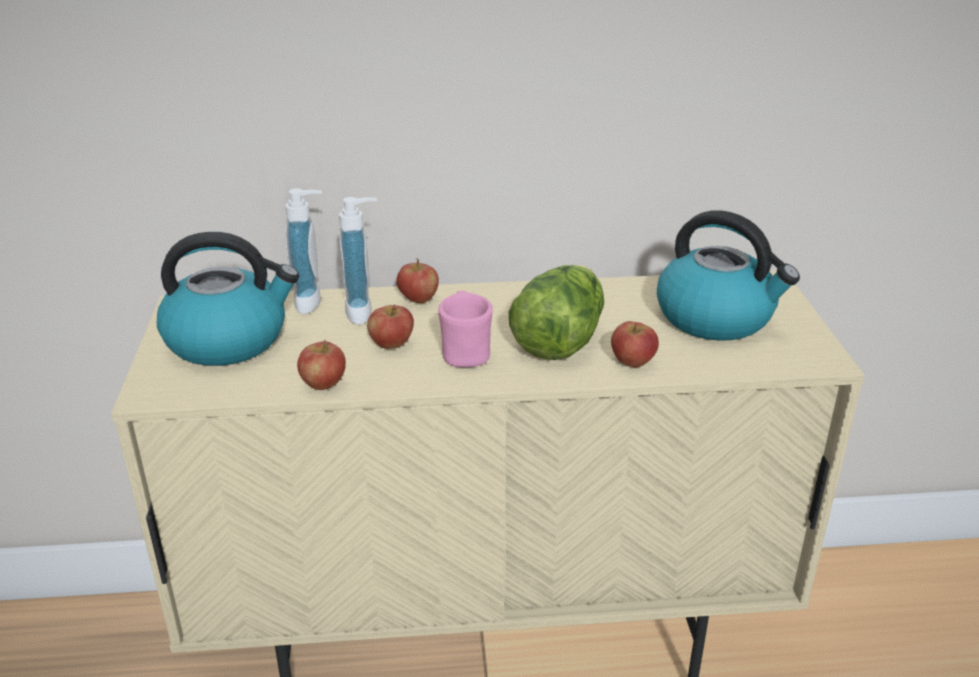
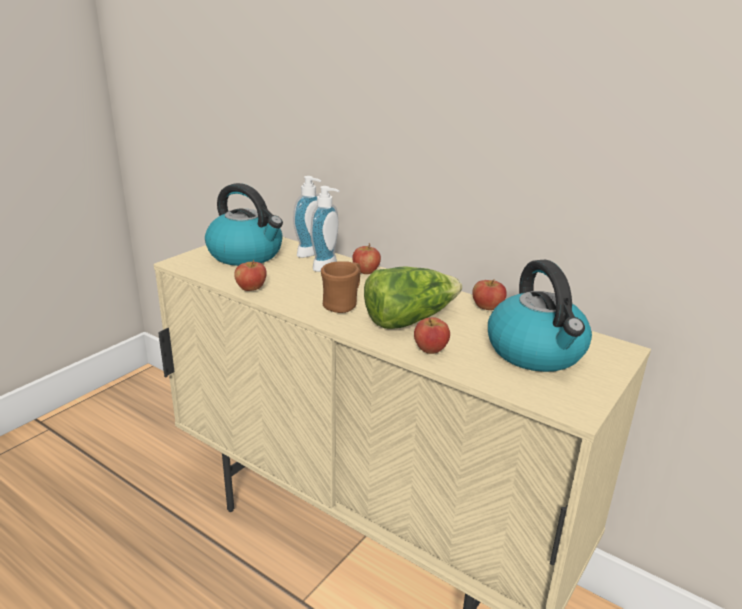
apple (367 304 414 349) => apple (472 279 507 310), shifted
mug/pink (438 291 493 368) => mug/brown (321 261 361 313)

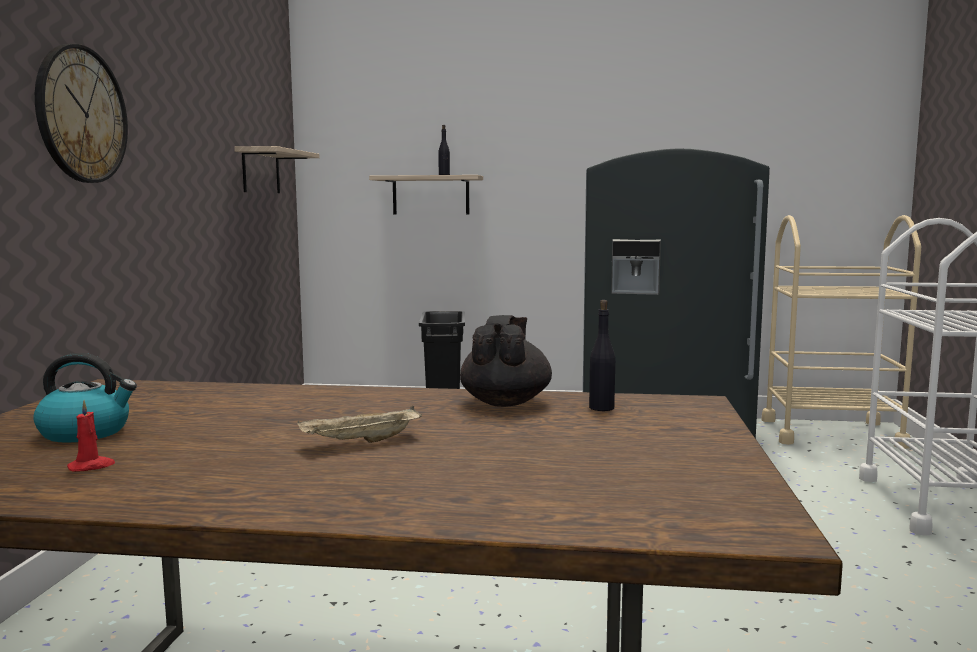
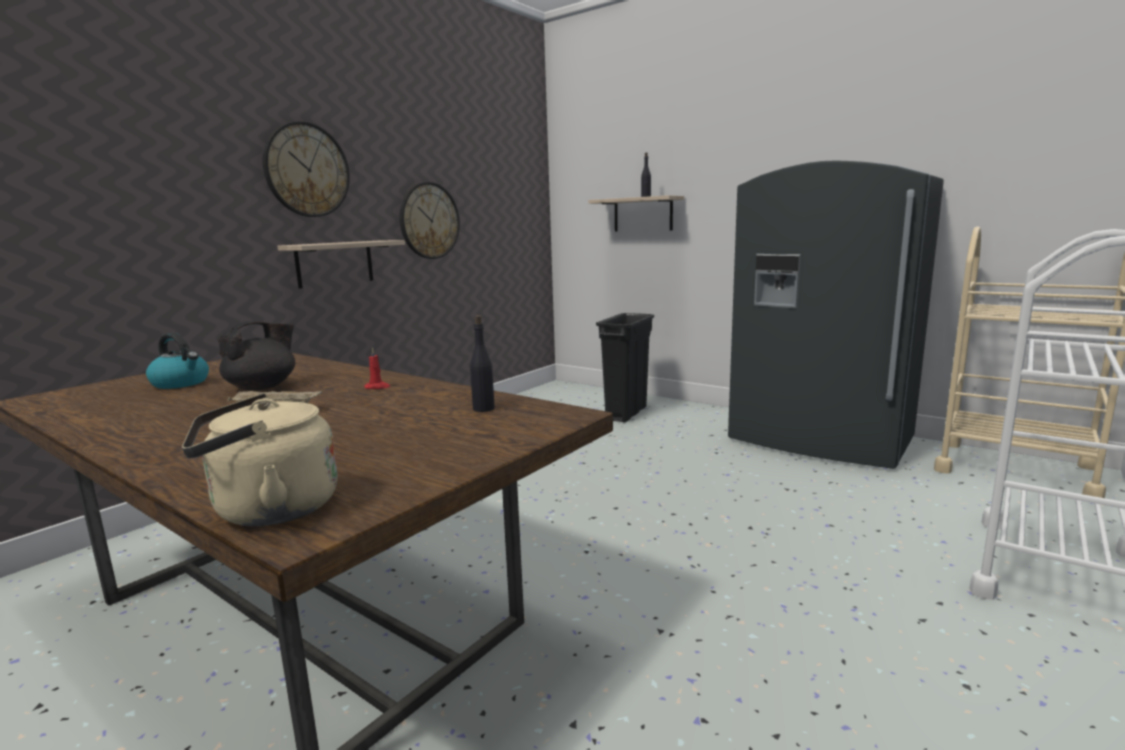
candle/red (67 400 115 472) => candle/red (364 348 391 389), shifted
shelf (234 146 320 193) => shelf (278 240 405 289), shifted
teapot/black (460 315 552 407) => teapot/black (218 321 295 390), shifted
nothing => kettle/beige (182 394 338 526)
nothing => wall clock (400 182 460 259)

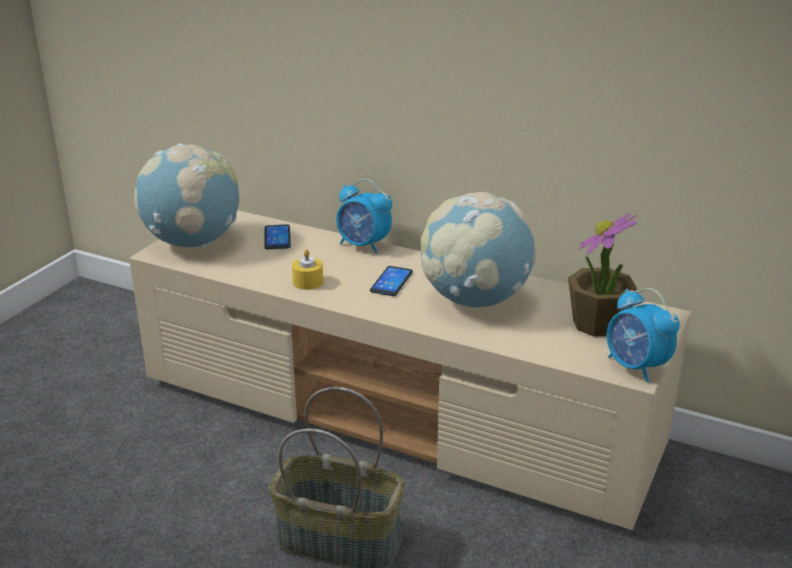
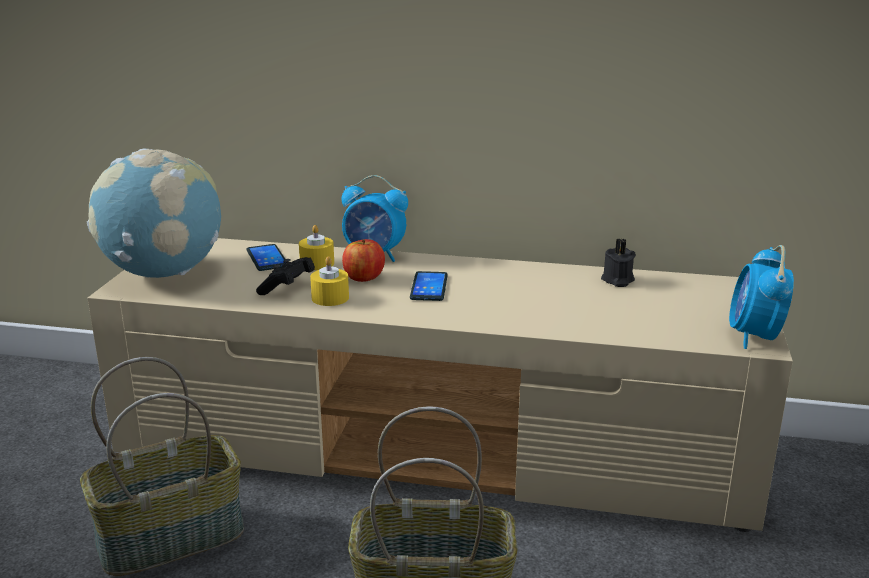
globe (421 192 537 308) => nothing
potted plant (568 214 637 337) => nothing
alarm clock (607 288 680 382) => alarm clock (729 245 794 349), 60 degrees clockwise
nothing => basket (80 357 244 576)
nothing => game controller/black (256 257 315 295)
nothing => candle/yellow (299 225 334 270)
nothing => apple (342 239 385 282)
nothing => candle/black (601 238 636 287)

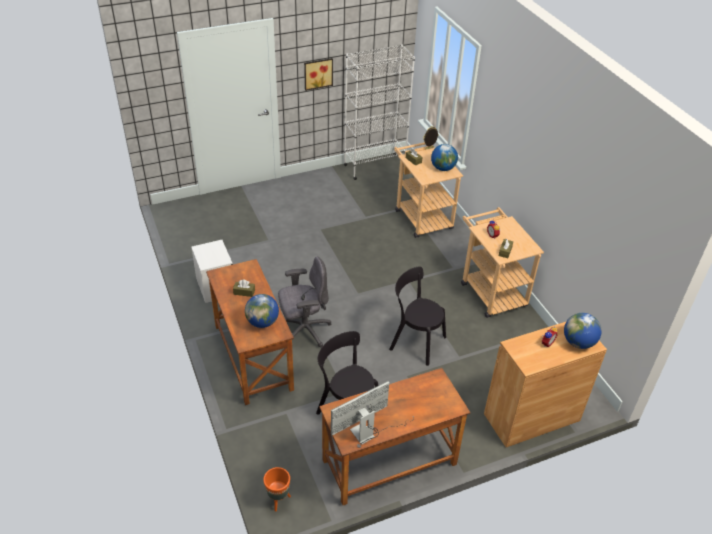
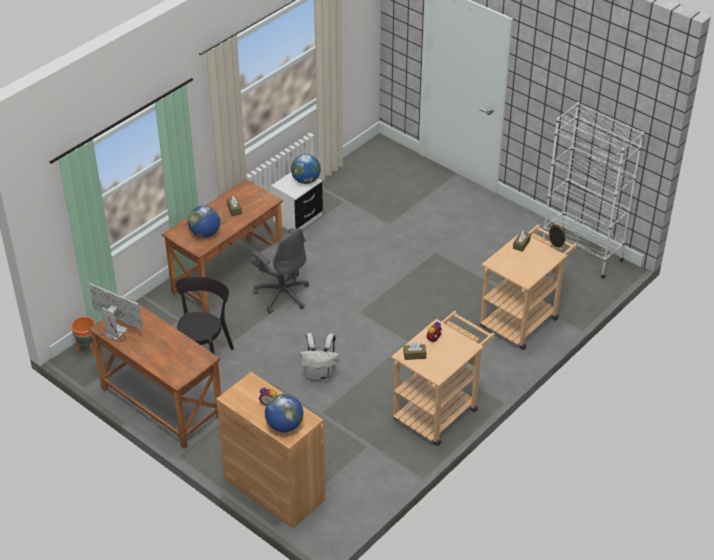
picture (304 58 333 91) => nothing
chair/black (389 267 446 366) => backpack/white (300 333 339 381)
globe (431 144 458 171) => globe (291 154 321 184), shifted

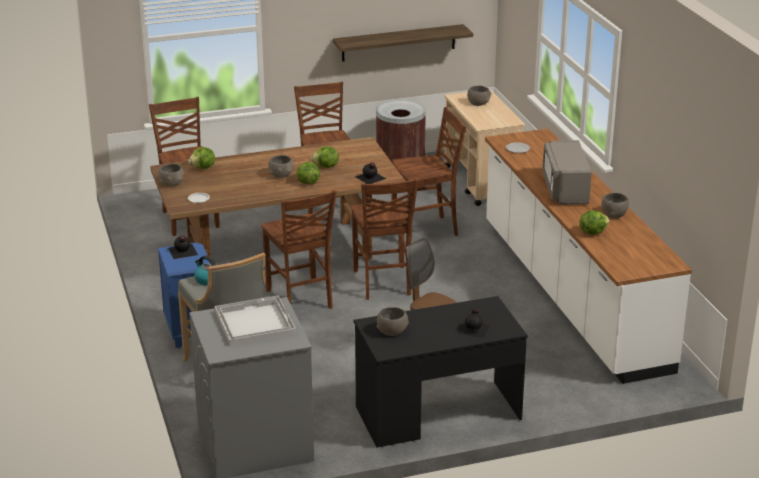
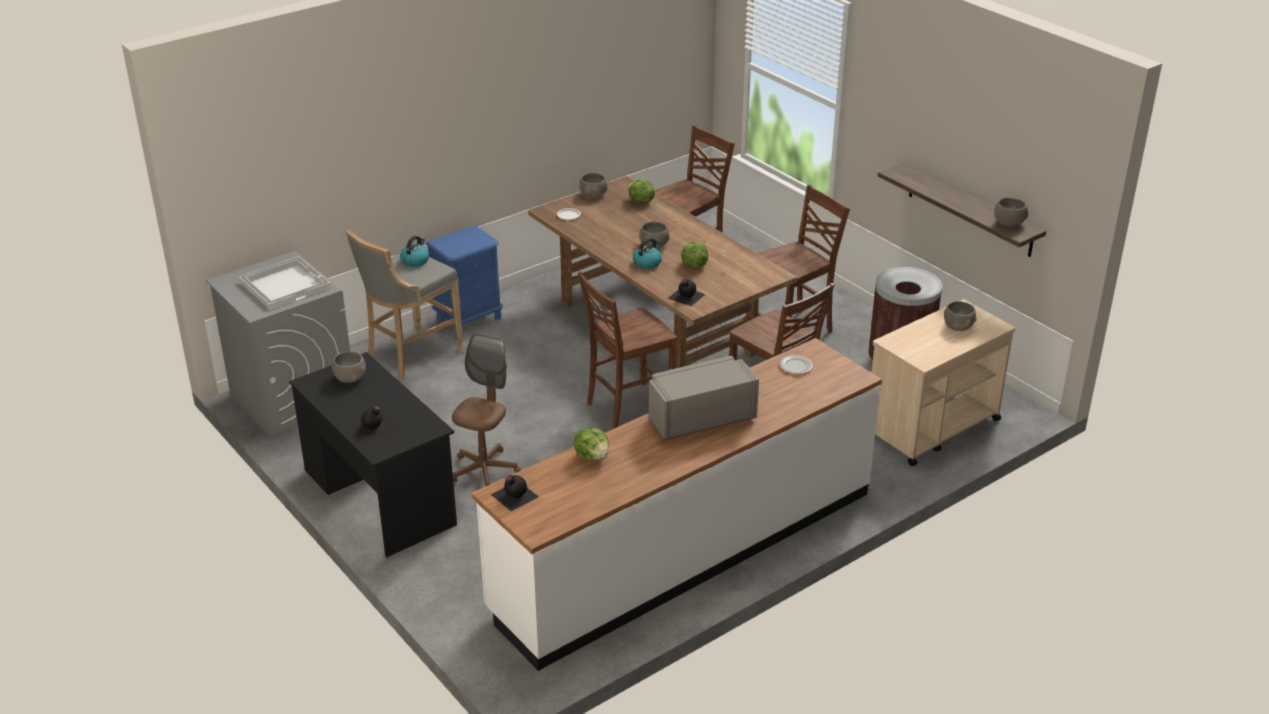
bottle/black (168 236 198 259) => bottle/black (490 475 539 511), shifted
chair/brown (261 190 337 309) => nothing
lettuce (296 162 320 184) => kettle (633 238 662 269)
bowl/grey (601 193 629 218) => bowl/grey (994 198 1028 227), shifted

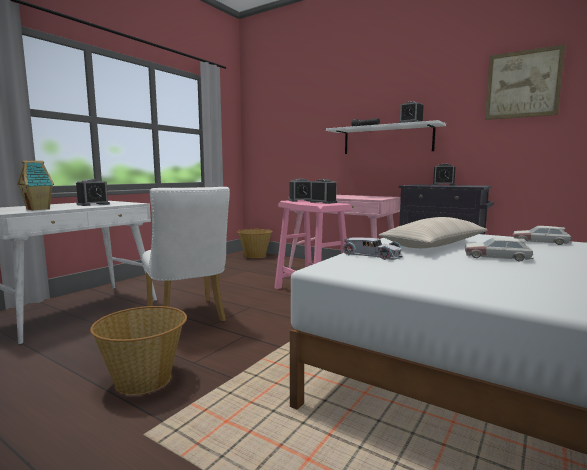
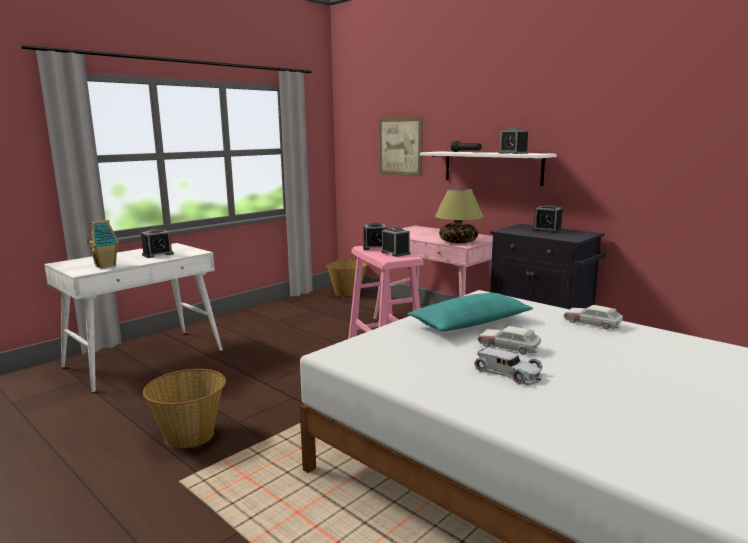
chair/white (142 187 230 322) => nothing
toy car/white (343 238 403 260) => toy car/white (474 347 543 385), shifted
pillow/beige (379 217 488 248) => pillow/turquoise (408 293 533 331)
picture (485 44 565 120) => picture (379 117 423 176), shifted
nothing => table lamp (435 189 484 243)

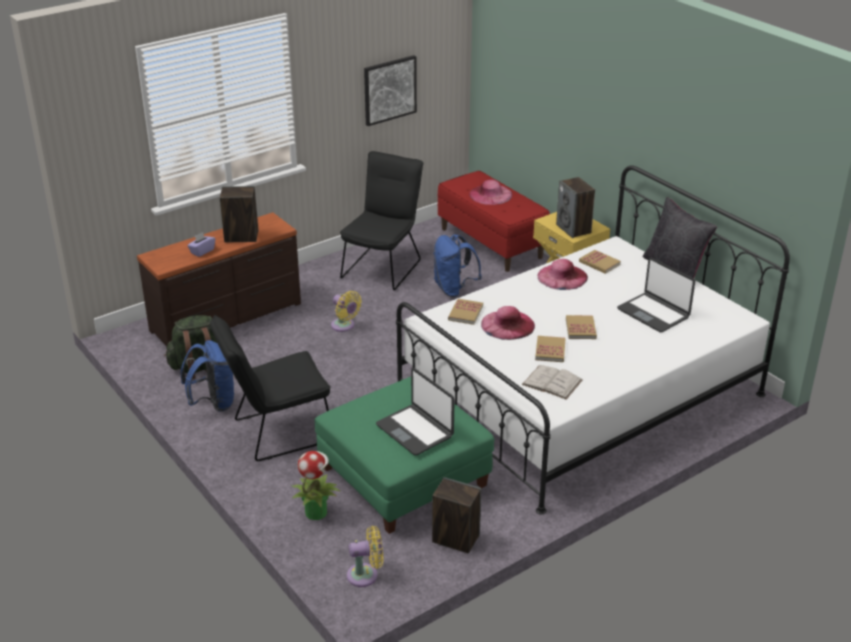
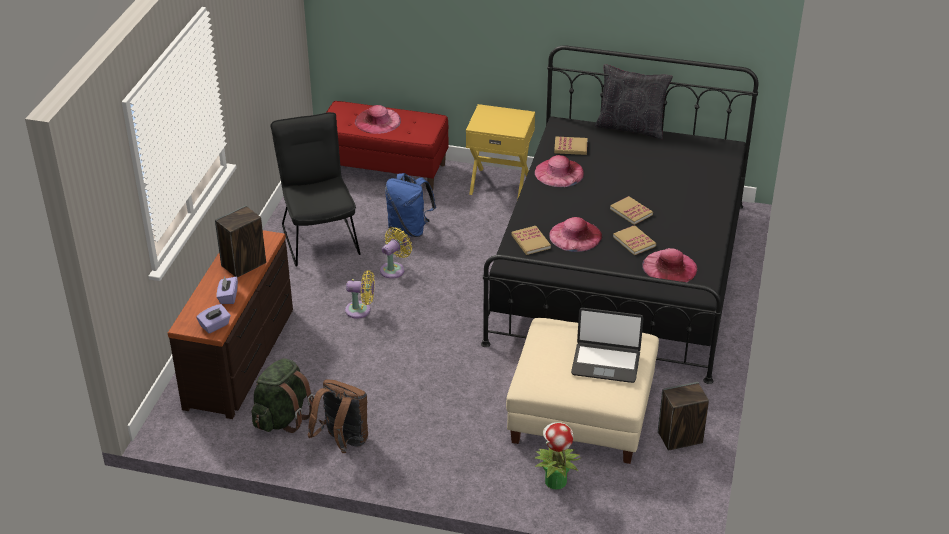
backpack/blue (181 340 235 412) => backpack/brown (307 380 368 453)
chair/black (210 315 331 461) => nothing
ottoman/green (315 377 494 534) => ottoman/beige (506 318 659 464)
fan/yellow (347 526 383 587) => fan/yellow (380 227 412 279), shifted
picture (364 55 417 126) => nothing
bed/white (396 166 790 514) => bed/black (481 45 758 384)
book/white (522 365 582 400) => hat/pink (642 248 697 282)
speaker (556 177 595 238) => nothing
laptop (617 258 695 332) => nothing
nothing => tissue box/purple (197 304 231 333)

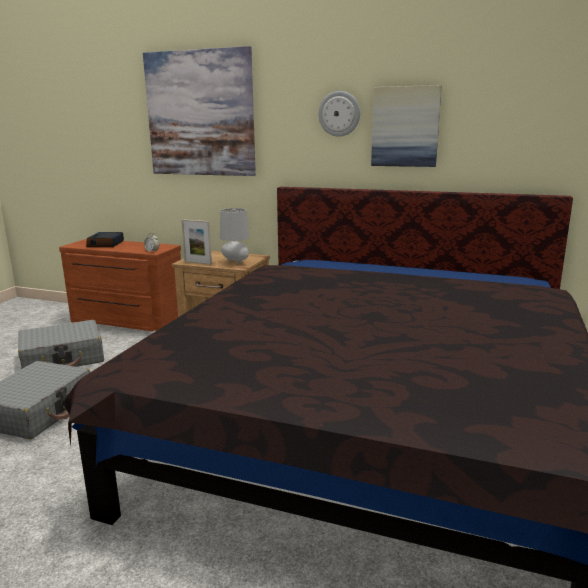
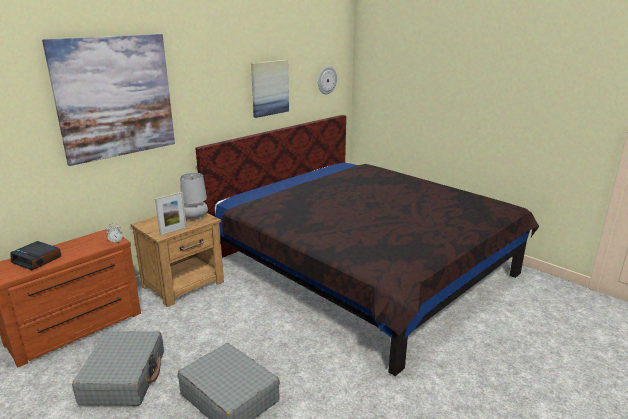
wall clock (318 91 360 137) => wall clock (318 66 337 94), shifted

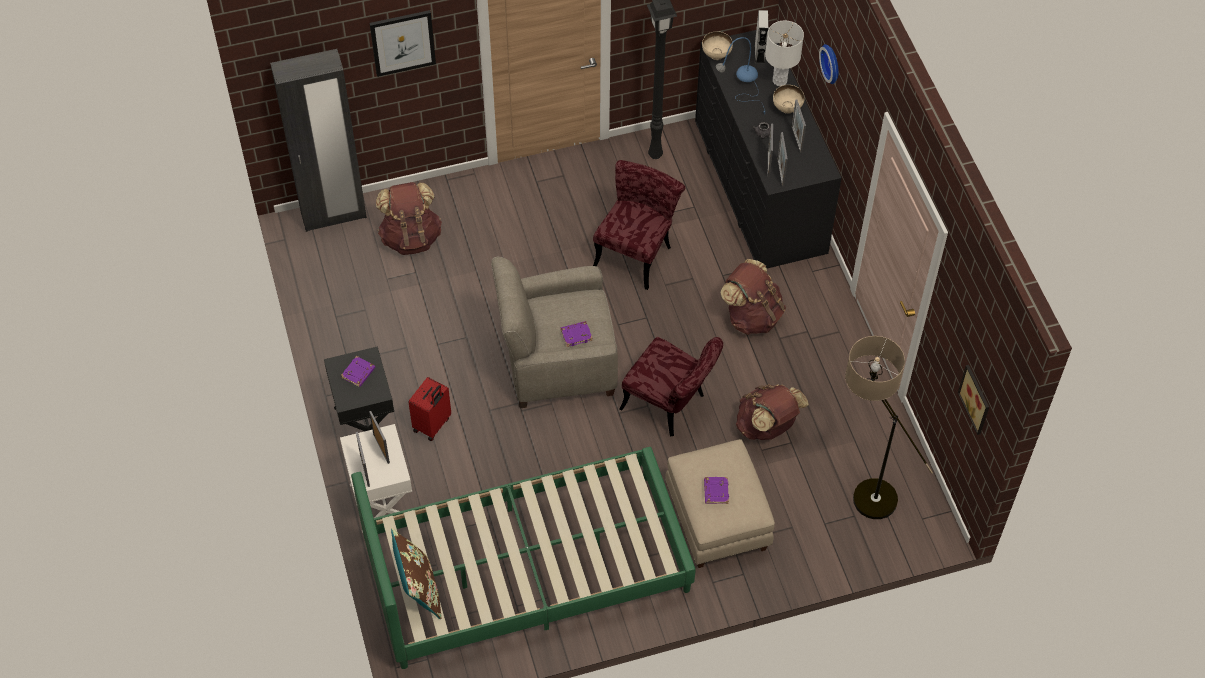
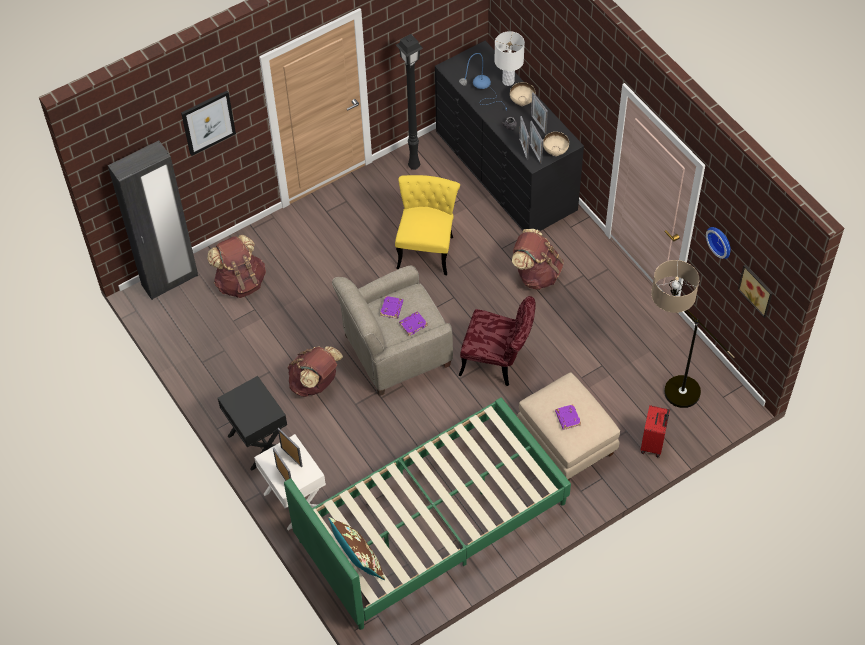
book/purple (341 356 375 387) => book/purple (380 296 403 319), shifted
suitcase/red (408 377 451 441) => suitcase/red (641 406 670 457), shifted
chair/red (593 160 686 290) => chair/yellow (395 175 460 275)
bowl/beige (702 31 733 60) => bowl/beige (543 132 569 156), shifted
backpack/brown (736 384 809 440) => backpack/brown (287 346 343 397), shifted
speaker/grey (755 10 769 63) => nothing
wall clock (819 44 839 84) => wall clock (706 227 731 259), shifted

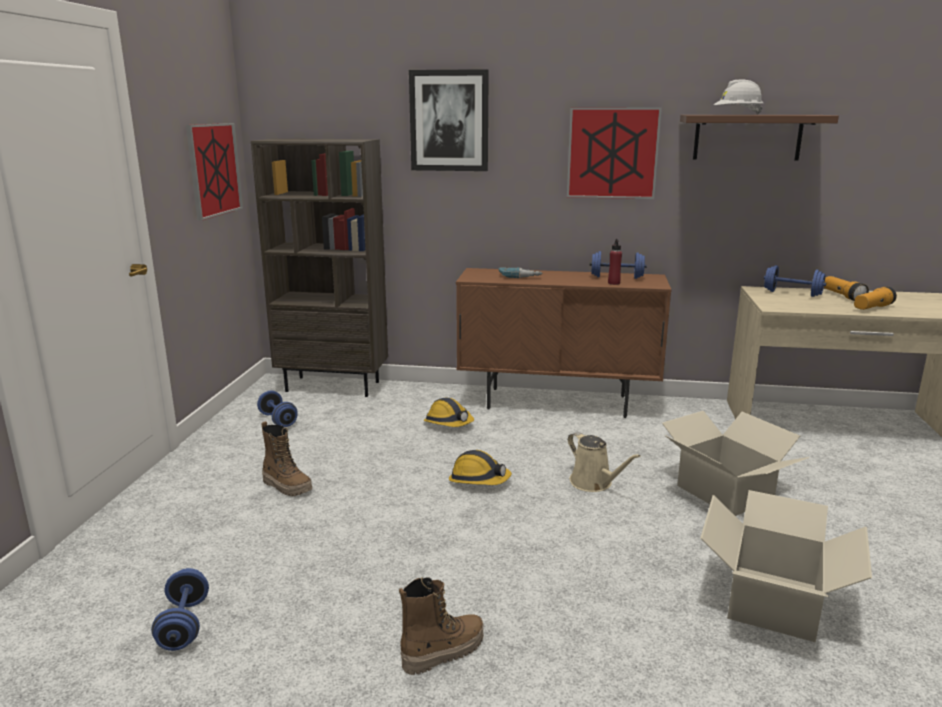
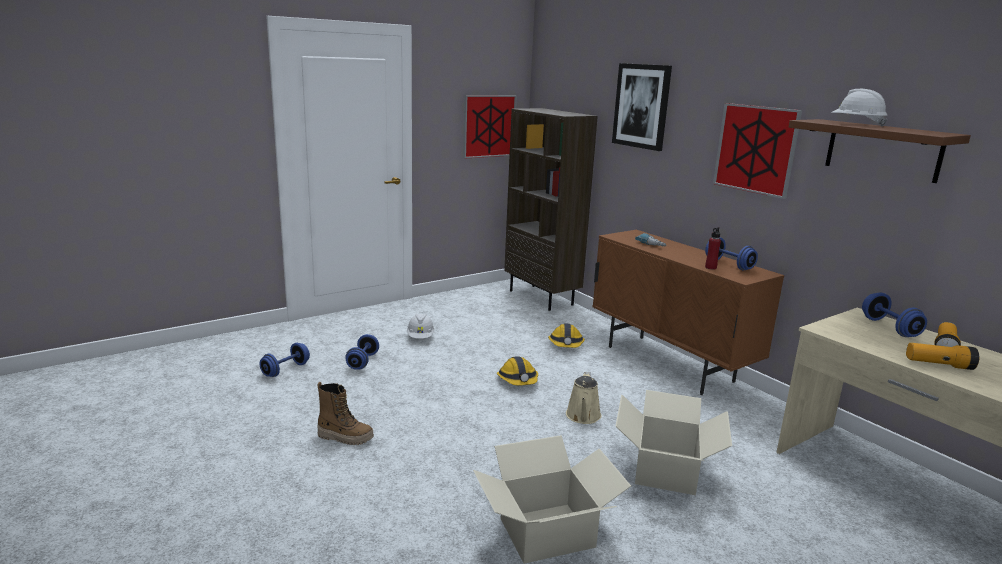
dumbbell/blue (257 391 298 427) => dumbbell/blue (345 334 379 370), shifted
boot (261 421 312 496) => hard hat/white (407 314 434 339)

